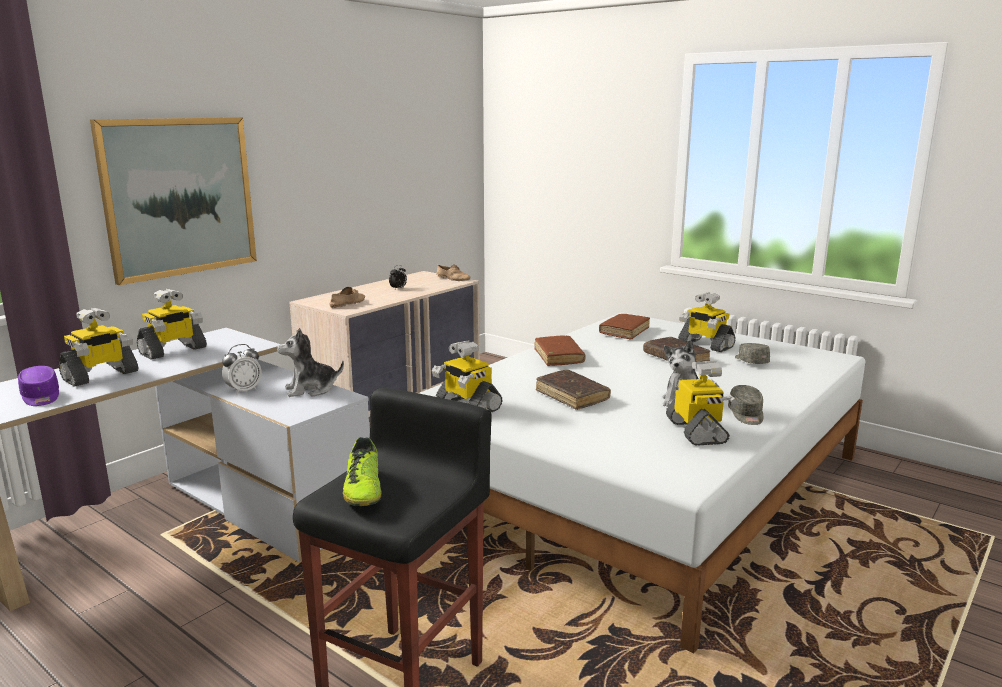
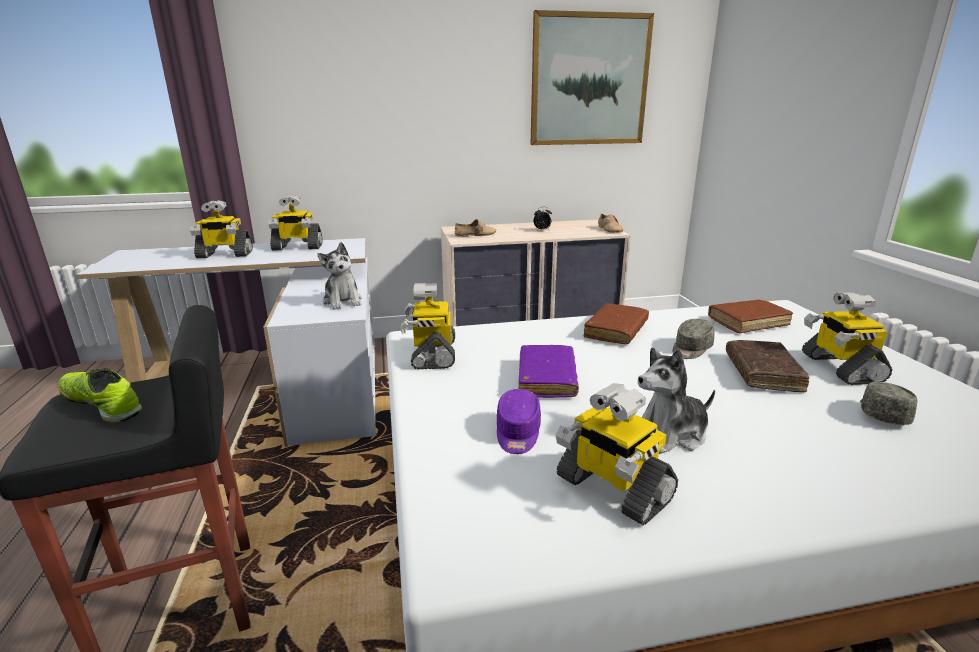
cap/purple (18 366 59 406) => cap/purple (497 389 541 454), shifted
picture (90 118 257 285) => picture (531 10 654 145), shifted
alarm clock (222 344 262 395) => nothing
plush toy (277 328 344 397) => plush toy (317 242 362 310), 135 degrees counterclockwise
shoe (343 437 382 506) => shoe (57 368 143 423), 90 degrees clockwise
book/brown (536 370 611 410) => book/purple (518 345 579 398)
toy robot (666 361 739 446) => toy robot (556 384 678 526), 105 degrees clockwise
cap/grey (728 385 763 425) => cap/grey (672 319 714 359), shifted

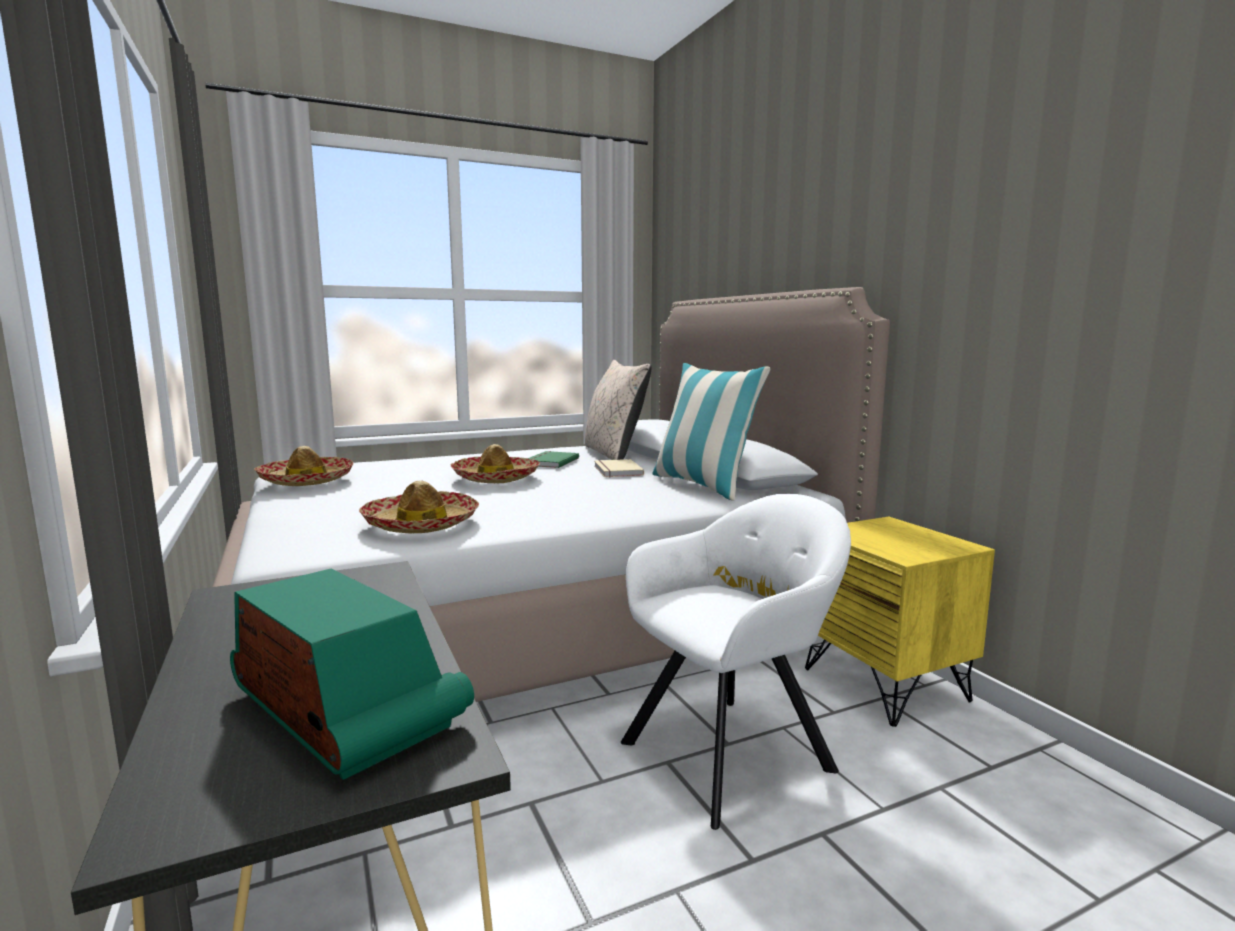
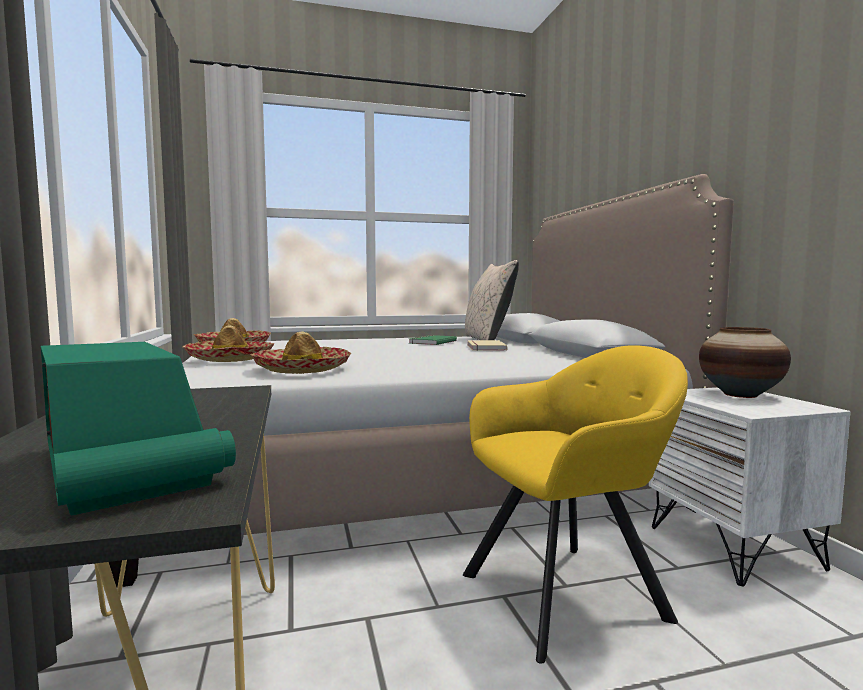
hat (451 444 540 483) => hat (182 325 274 362), shifted
armchair/white (621 494 851 830) => armchair/yellow (463 345 688 664)
pillow (652 363 770 501) => nothing
nightstand/yellow (805 517 995 727) => nightstand/white (649 387 850 587)
nothing => vase (699 327 791 398)

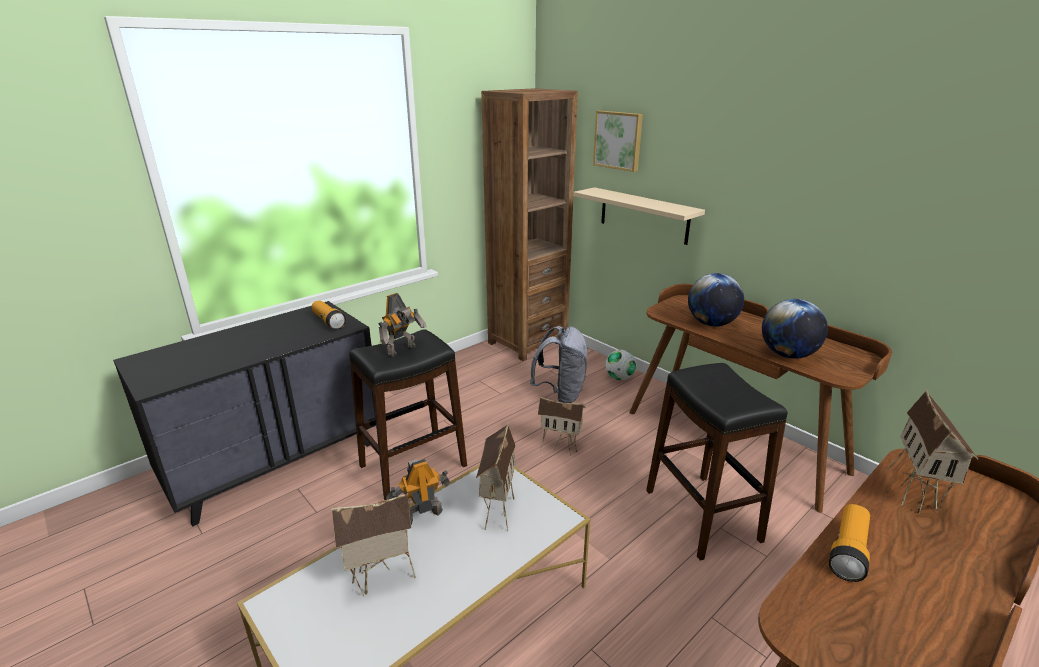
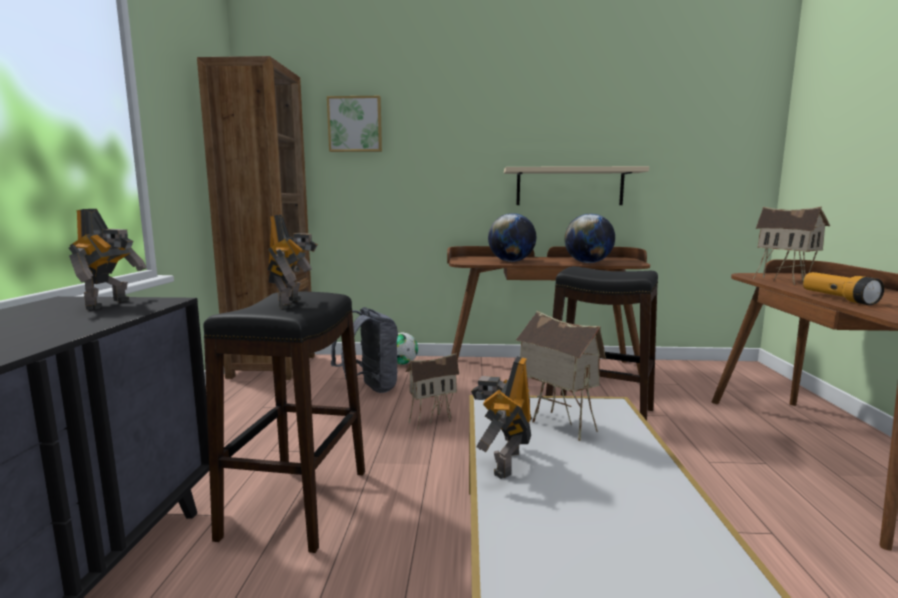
flashlight (312 300 346 330) => toy robot (69 209 147 310)
toy house (331 493 416 596) => nothing
shelf/beige (573 187 705 245) => shelf/beige (504 166 649 205), shifted

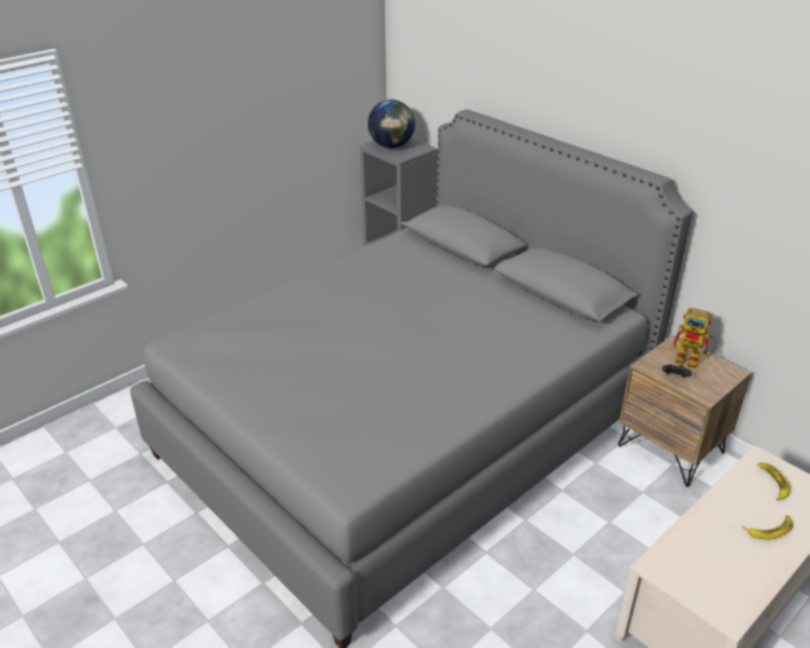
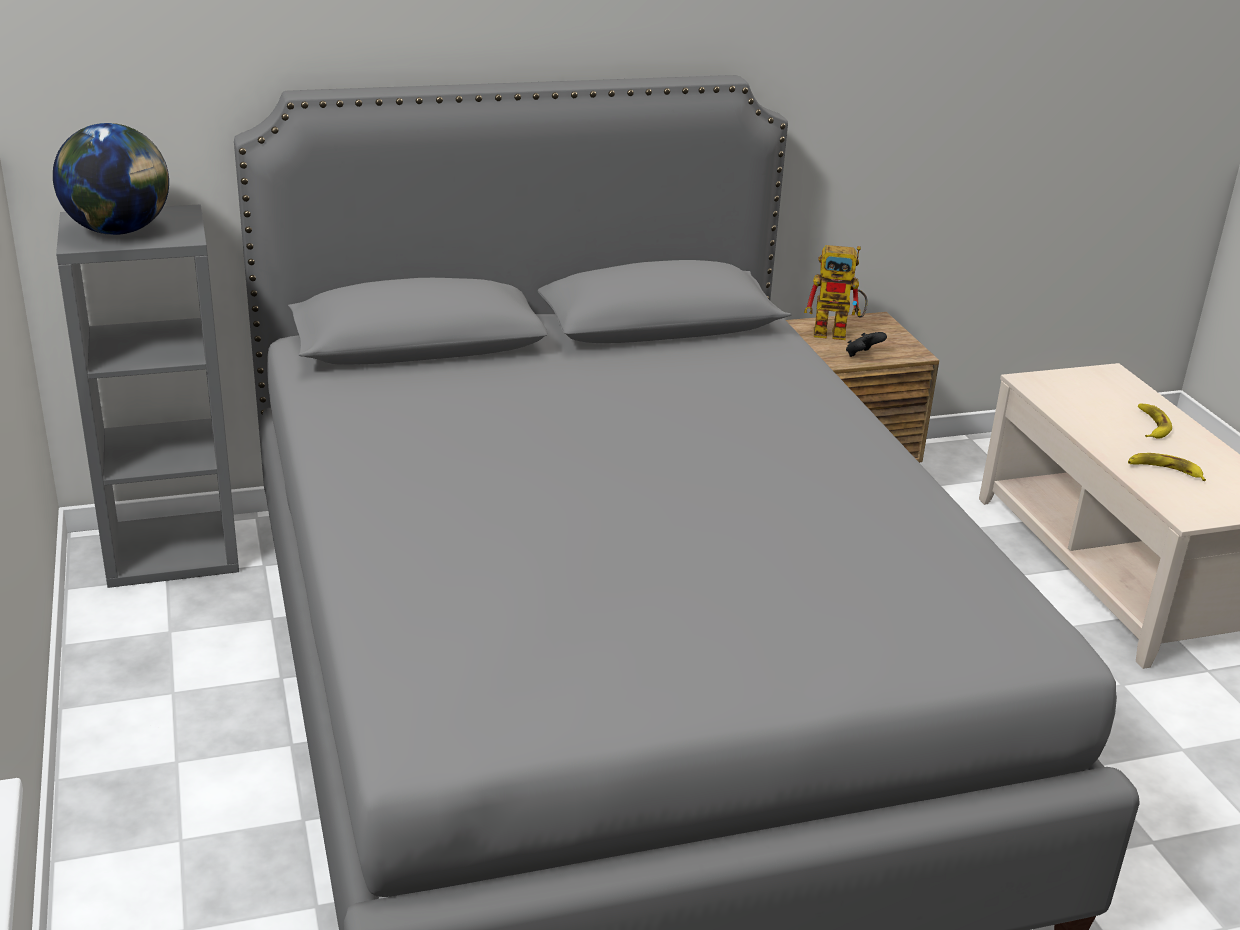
toy robot (671 308 716 369) => toy robot (804 245 868 340), 45 degrees clockwise
banana (757 463 790 501) => banana (1128 453 1206 481), shifted

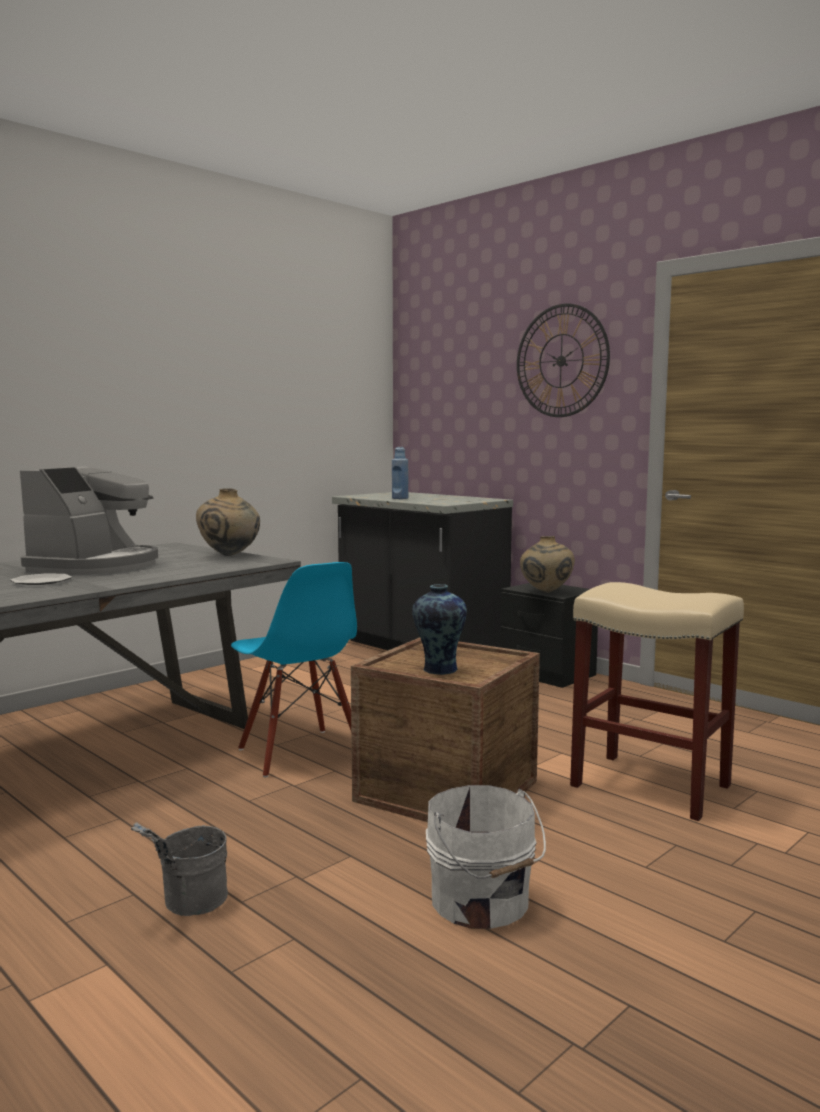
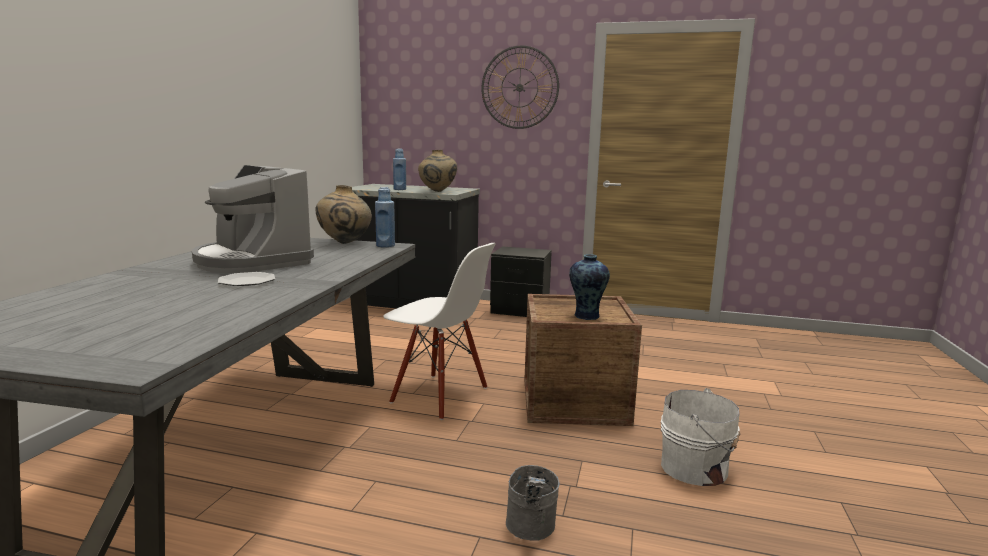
coffee machine (20 466 158 575) => coffee machine (192 165 314 273), 150 degrees clockwise
chair/blue (231 562 357 778) => chair/white (383 243 496 420)
vase/beige (520 536 575 593) => vase/beige (418 150 457 192), shifted
stool/beige (570 582 744 821) => nothing
nothing => bottle/blue (375 187 395 248)

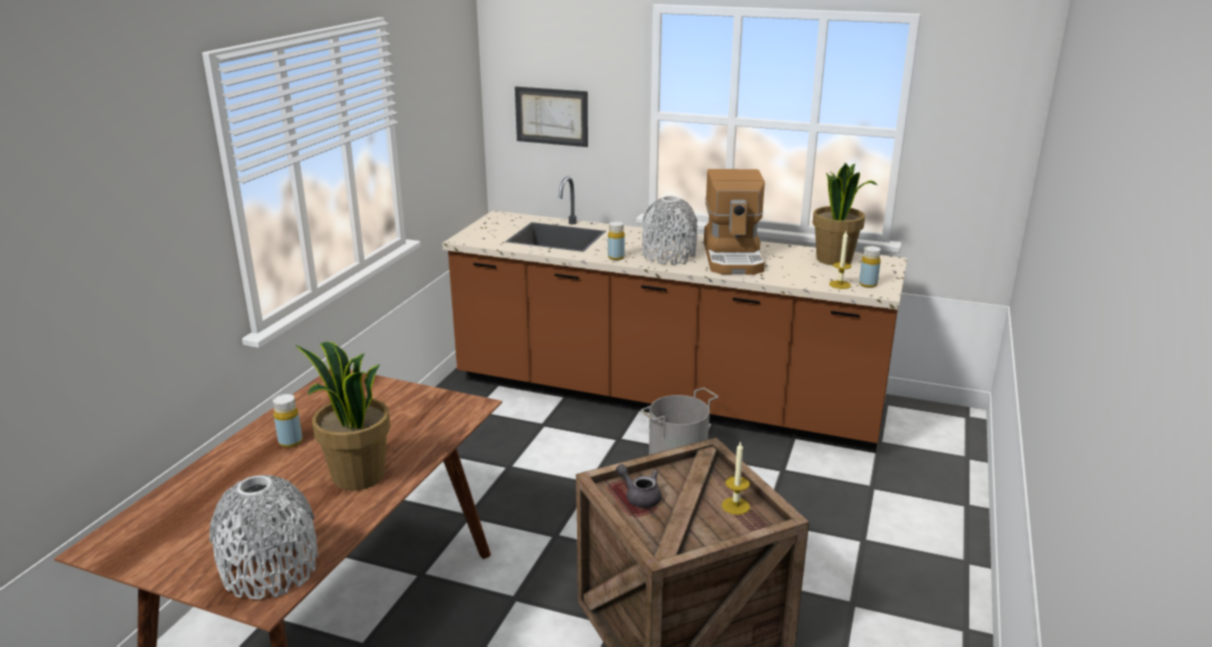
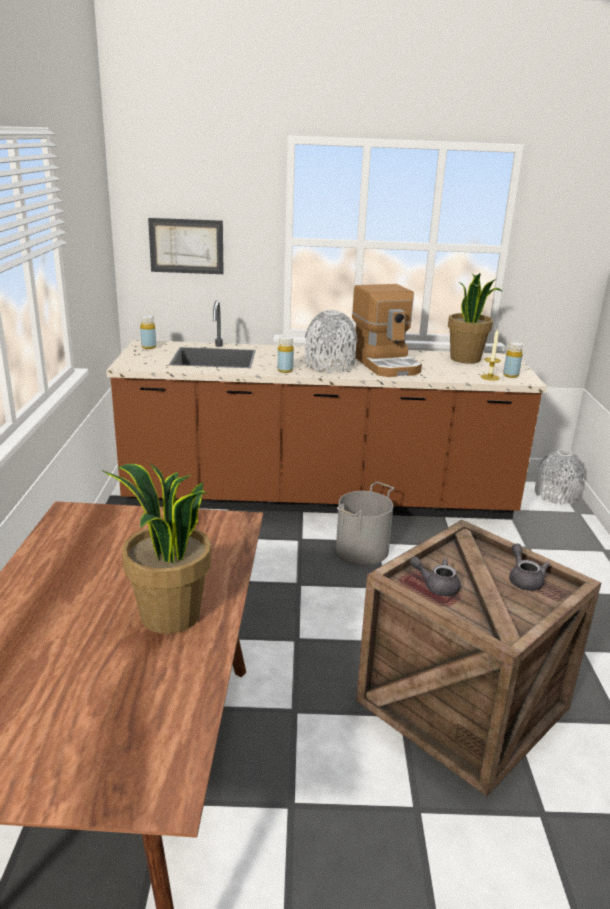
vase/grey (209 475 318 600) => vase/grey (535 449 584 504), shifted
bottle/yellow (273 394 303 448) => bottle/yellow (140 315 156 349), shifted
candle (722 441 750 515) => teapot/grey (509 544 550 591)

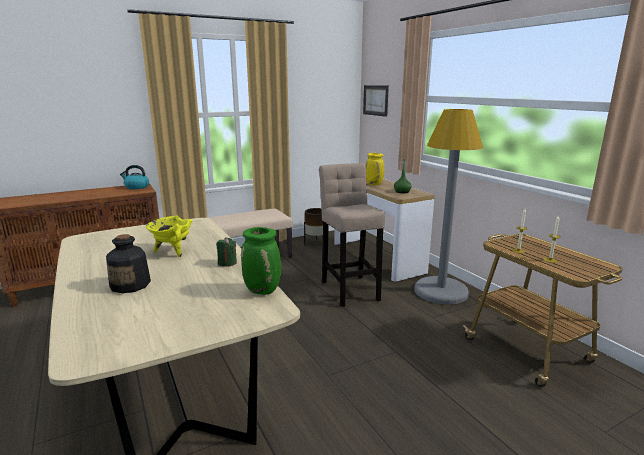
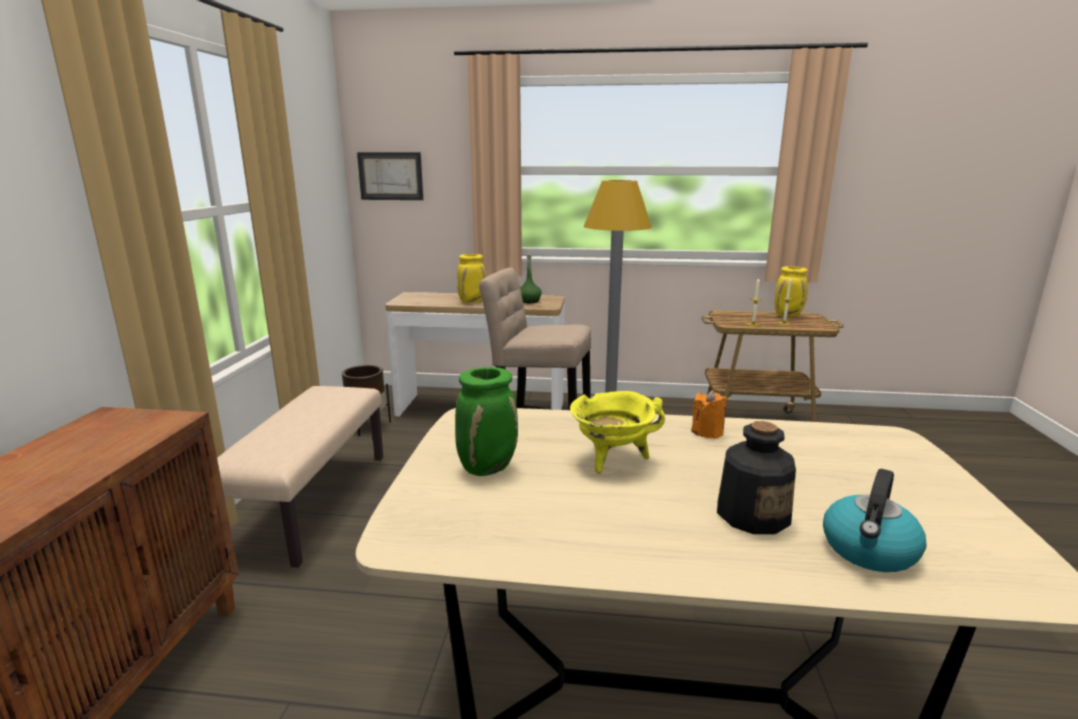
kettle (120 165 149 189) => kettle (823 469 927 572), shifted
candle/green (216 237 237 267) => candle/orange (691 390 727 439)
vase/green (241 227 281 295) => vase/green (455 367 518 476), shifted
nothing => vase/yellow (774 266 808 317)

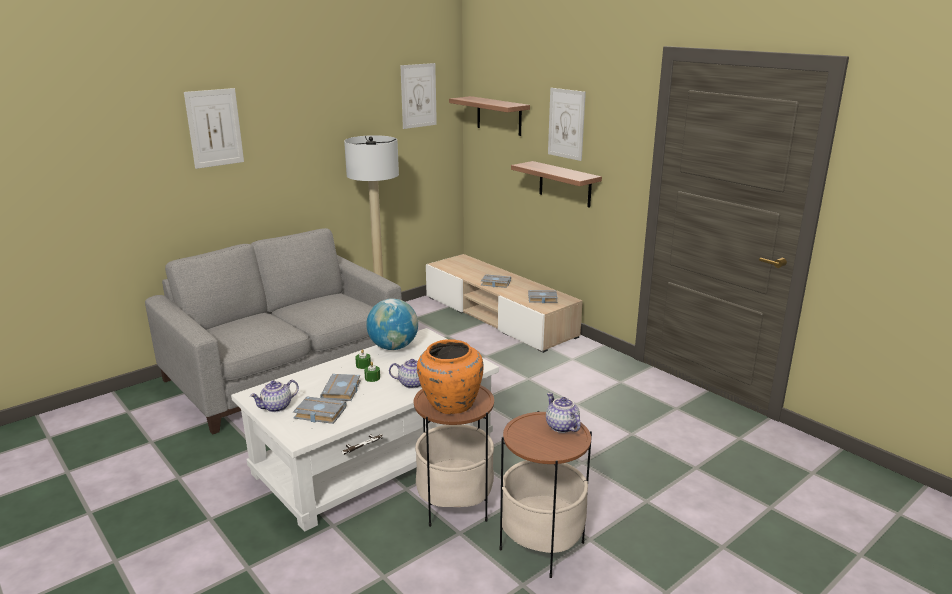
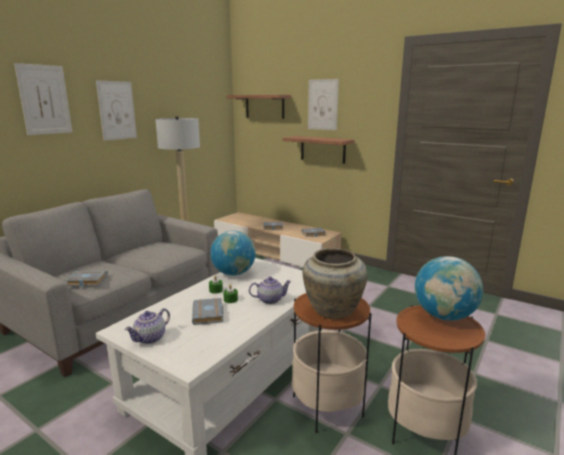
book/grey (293 396 346 424) => book/grey (64 271 108 287), shifted
picture (400 63 437 129) => picture (96 80 137 141), shifted
vase/orange (417 339 483 414) => vase/beige (303 248 367 319)
teapot (546 393 581 433) => globe (415 256 483 321)

